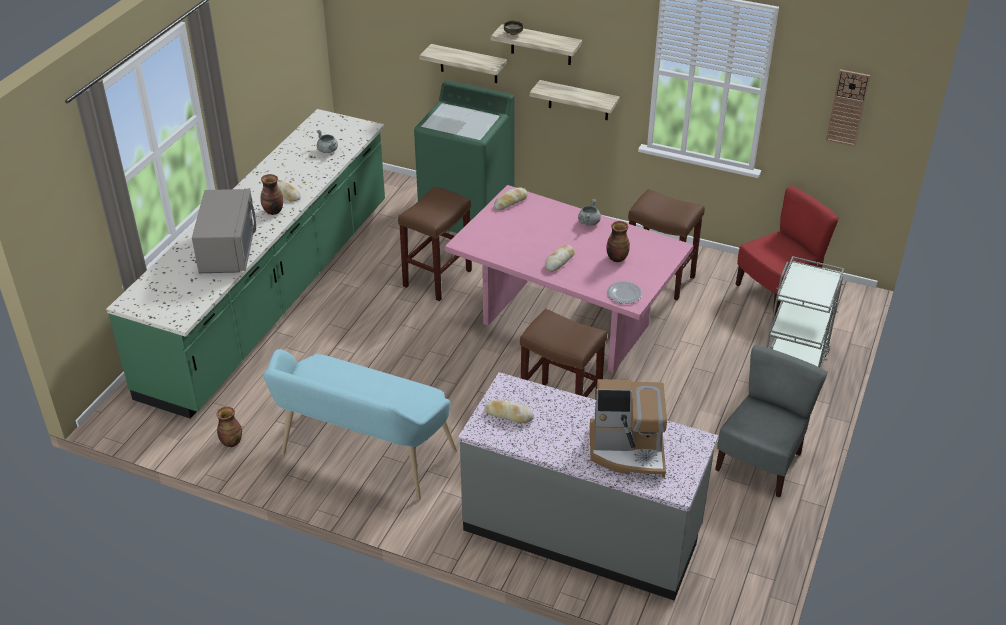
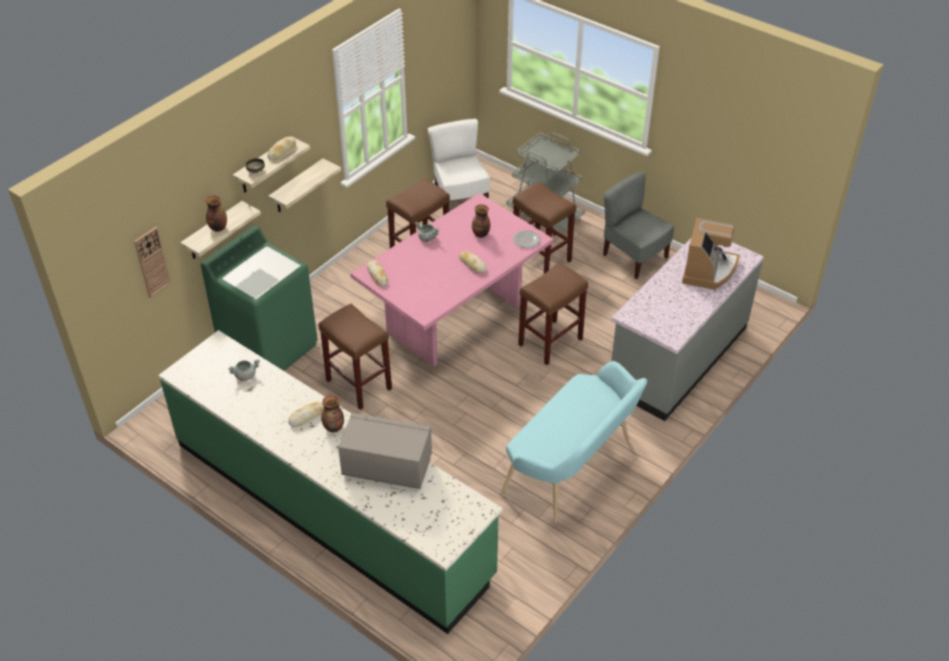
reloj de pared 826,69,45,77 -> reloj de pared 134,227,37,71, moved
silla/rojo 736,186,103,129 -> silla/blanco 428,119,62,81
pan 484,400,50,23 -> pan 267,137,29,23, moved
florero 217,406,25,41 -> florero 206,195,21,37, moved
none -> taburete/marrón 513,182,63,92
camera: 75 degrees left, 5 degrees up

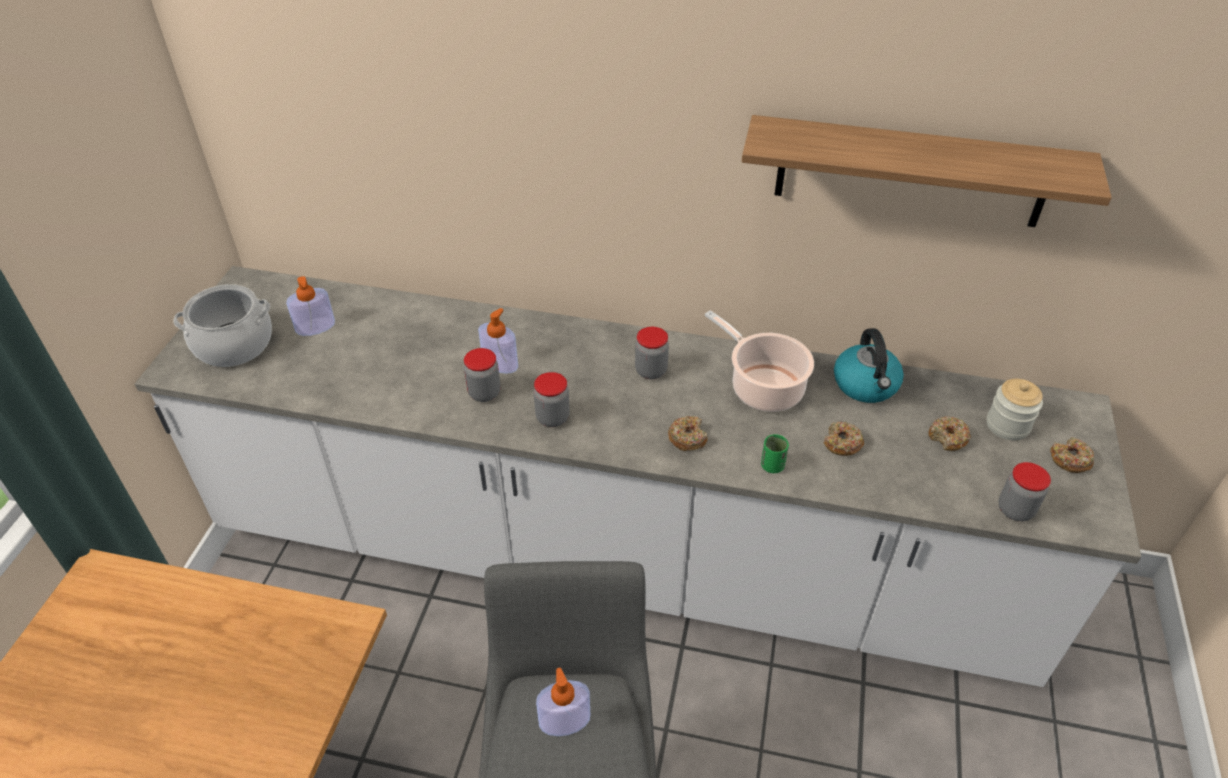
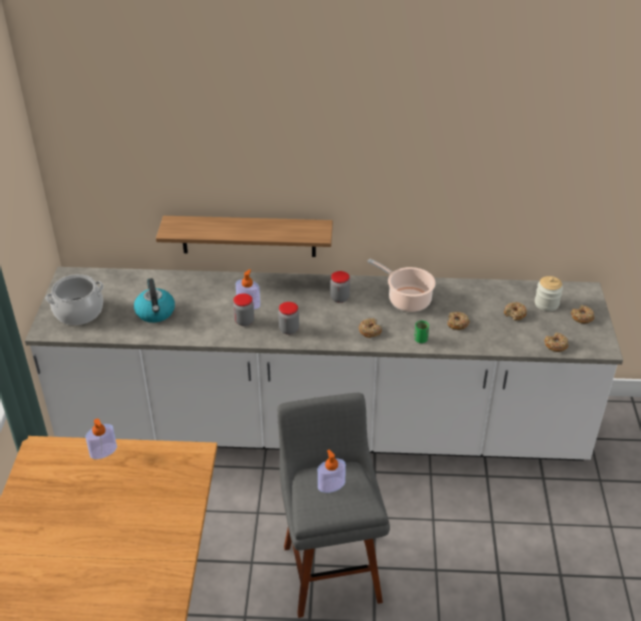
estante 742,115,370,112 -> estante 156,216,177,41, moved
dispensador de jabón 286,276,49,60 -> dispensador de jabón 85,419,32,40, moved
hervidor 834,328,70,75 -> hervidor 134,278,41,45, moved
tarro 999,462,52,59 -> rosquilla 544,332,24,20
camera: 10 degrees left, 5 degrees down

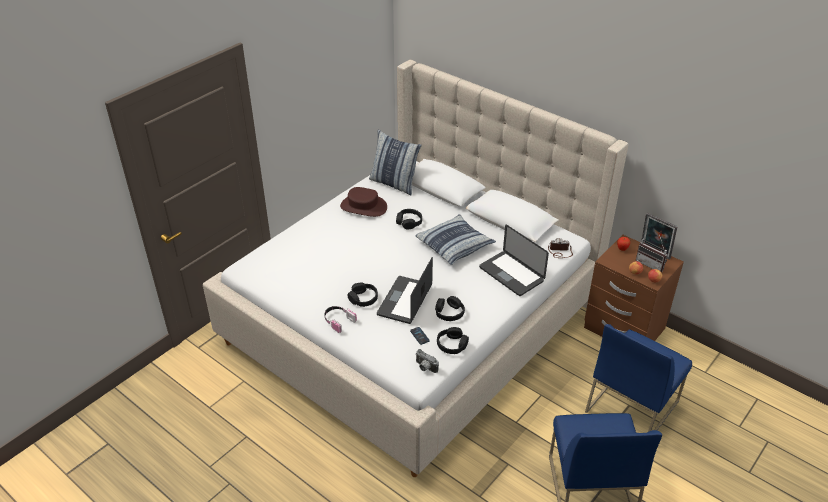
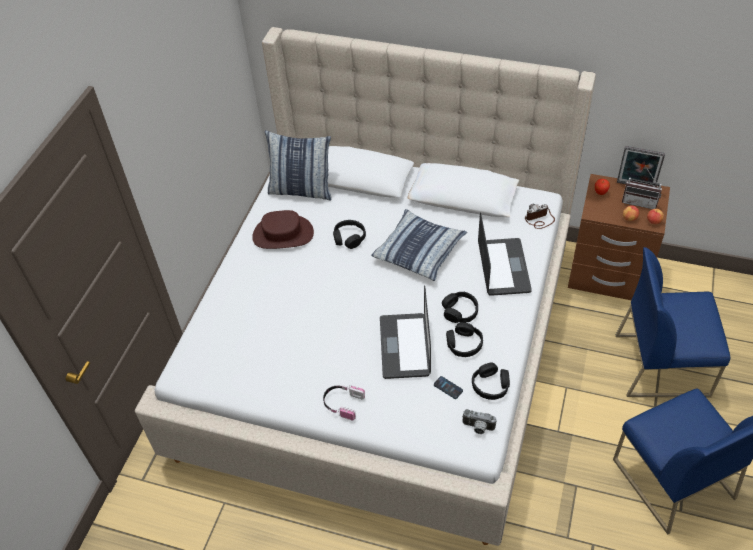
portátil 479,225,70,71 -> portátil 478,212,54,84, 120 degrees counterclockwise
auriculares/negro 347,283,31,24 -> auriculares/negro 442,292,36,31, moved
silla/azul 585,324,107,108 -> silla/azul 616,247,114,150, 75 degrees clockwise
camera: 20 degrees left, 10 degrees up

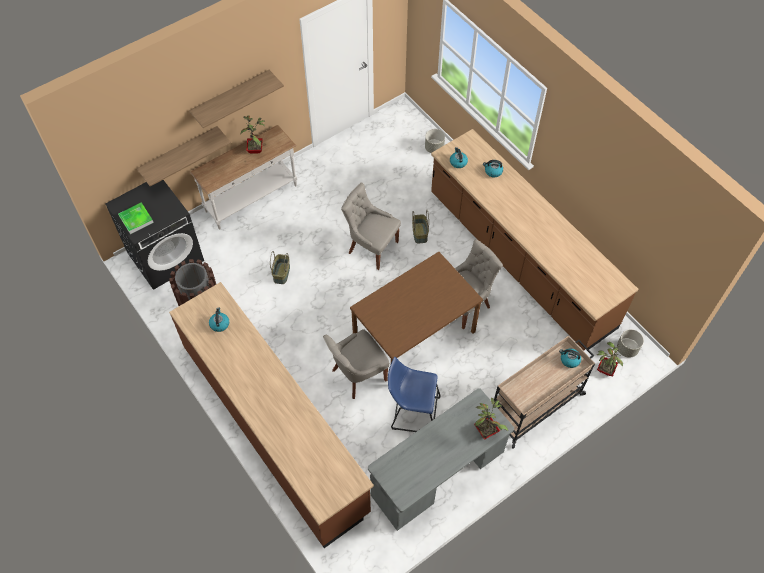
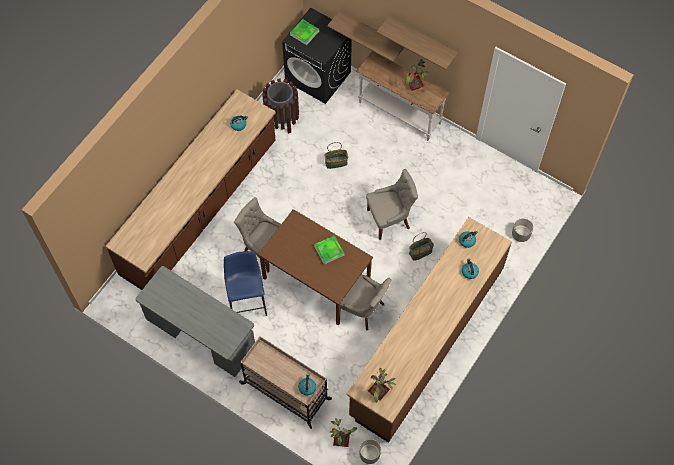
silla/gris 341,183,60,87 -> silla/gris 366,169,52,71, 60 degrees clockwise
planta en maceta 474,398,34,42 -> planta en maceta 368,368,28,35, moved
none -> bandeja 314,235,30,30
camera: 70 degrees right, 5 degrees up

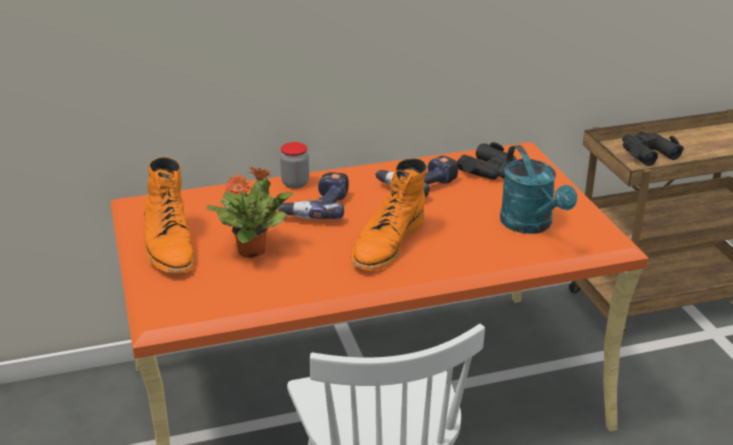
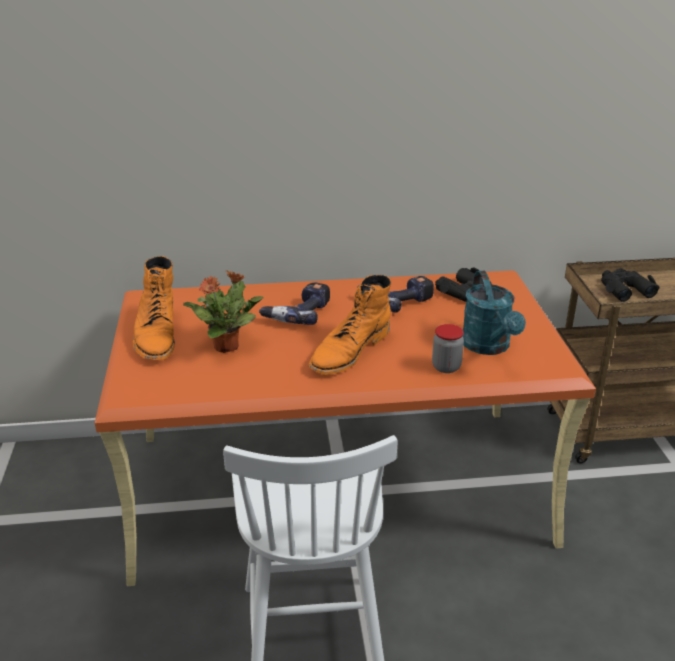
tarro 280,142,29,47 -> tarro 432,324,32,49, moved
camera: 10 degrees right, 0 degrees up

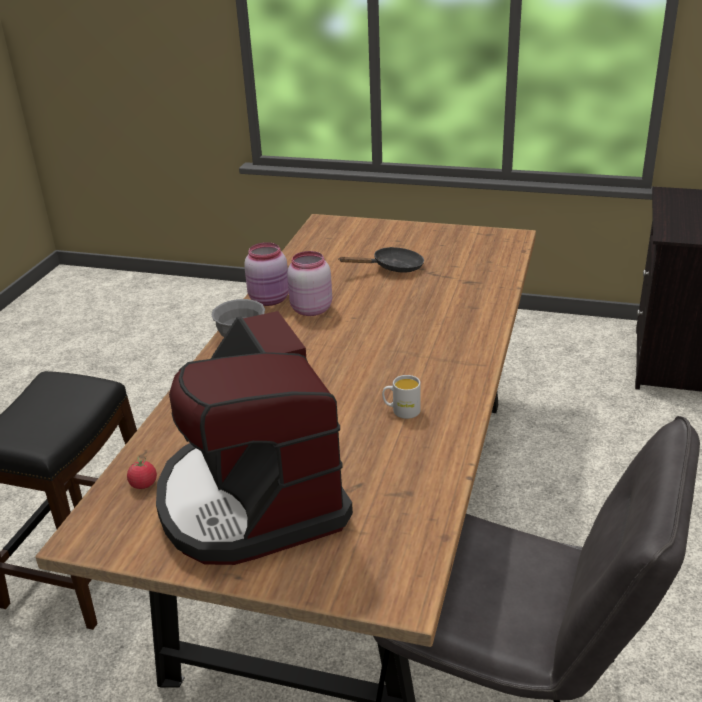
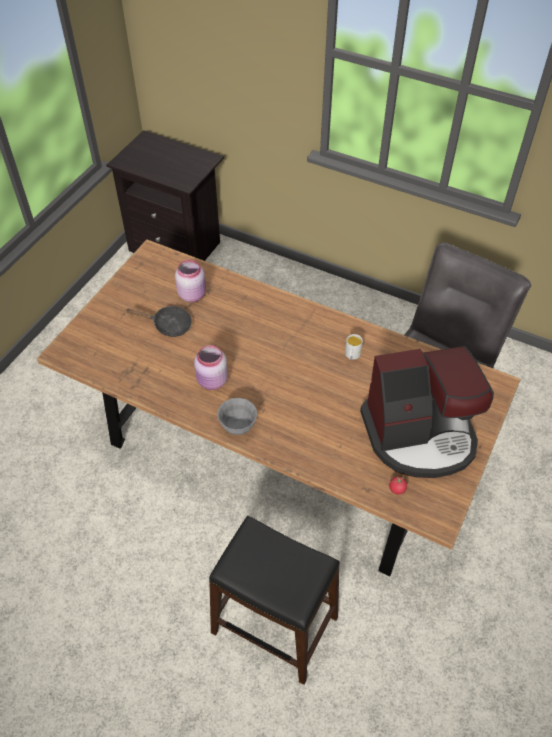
tarro/rosa 244,242,45,64 -> tarro/rosa 175,260,31,42, moved
sartén/negro 338,247,86,25 -> sartén/negro 127,306,65,31, 105 degrees clockwise
camera: 80 degrees left, 20 degrees up

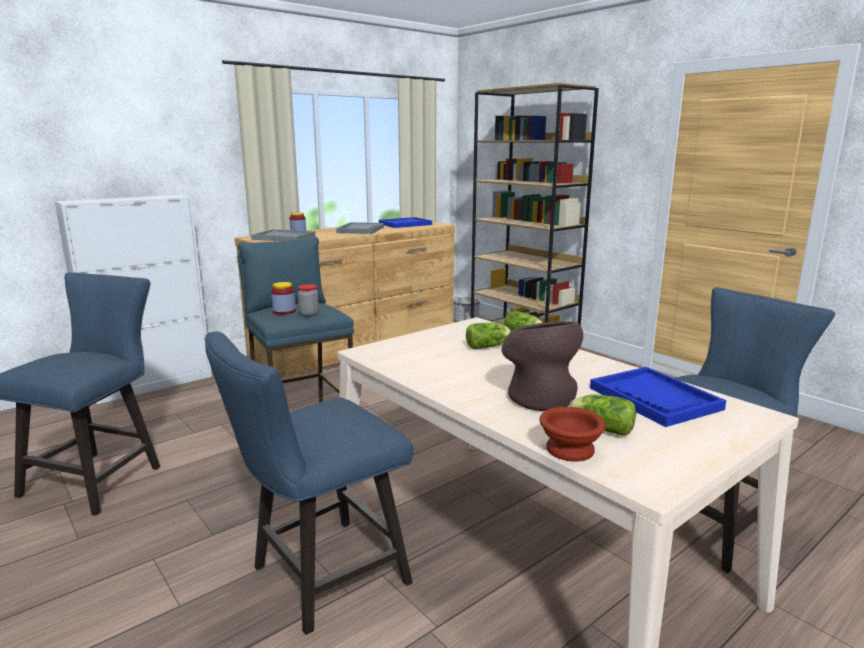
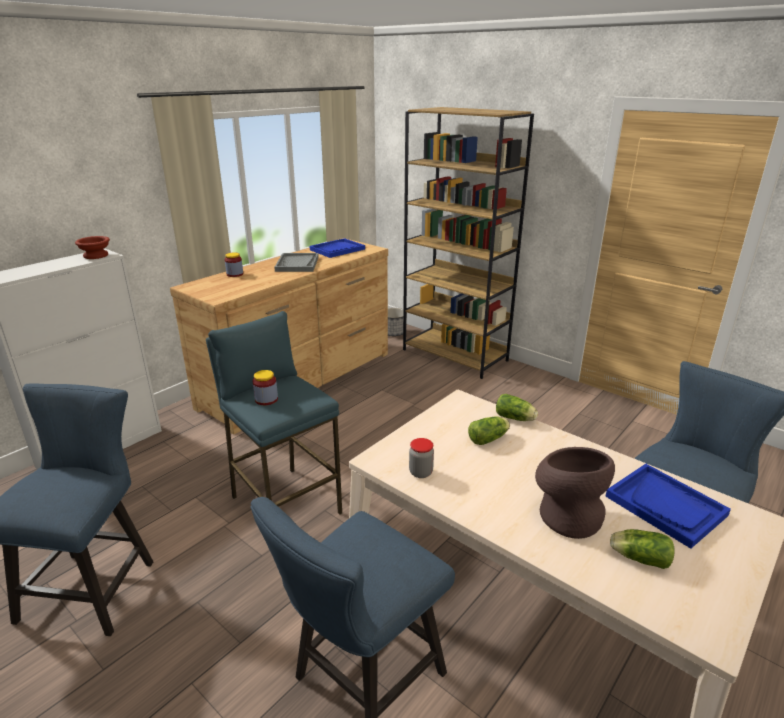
bandeja/gris 251,229,64,12 -> none
tarro 297,284,22,32 -> tarro 409,438,25,40, moved
cuenco/marrón 539,407,67,55 -> cuenco/marrón 75,236,35,23, moved
camera: 10 degrees left, 10 degrees up

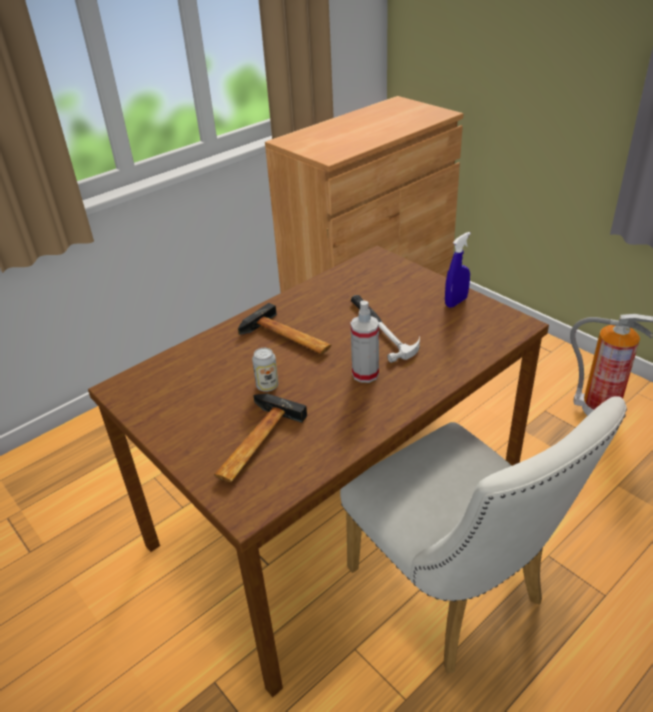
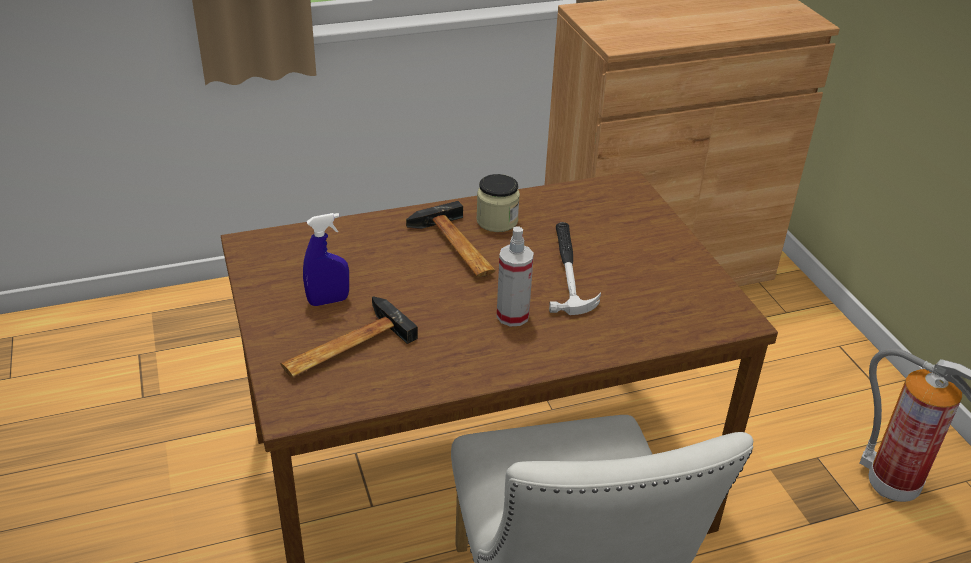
pulverizador/azul 445,232,26,76 -> pulverizador/azul 303,213,46,93, moved
lata 252,348,26,44 -> none
none -> tarro 476,174,44,58
camera: 20 degrees right, 0 degrees up

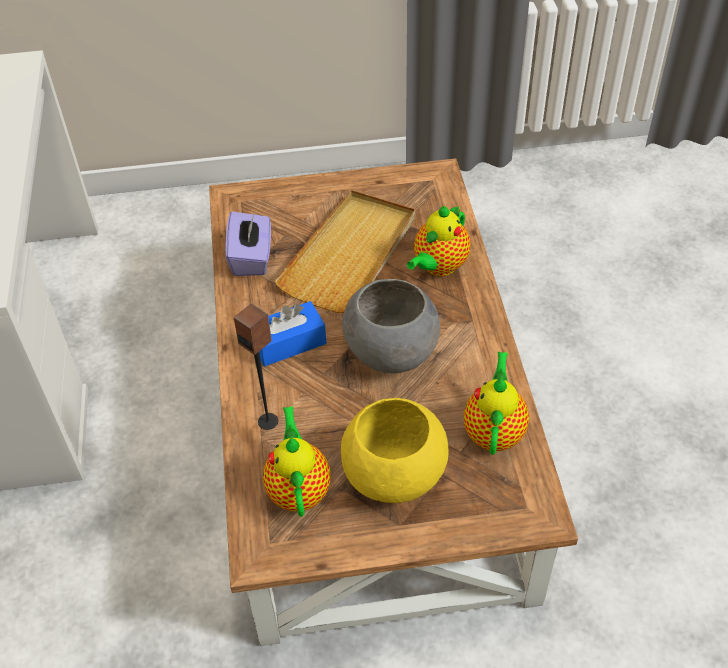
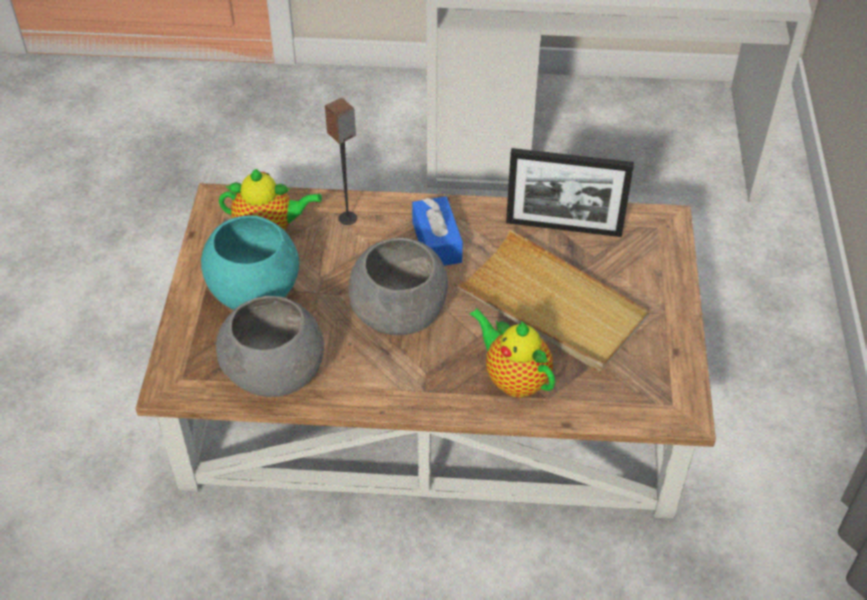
caja de pañuelos/morado 225,212,46,64 -> portarretratos 506,148,128,89
tetera 463,352,66,103 -> cuenco/gris 216,296,108,101
cuenco/amarillo 341,398,108,105 -> cuenco/turquesa 201,216,98,94
camera: 100 degrees right, 0 degrees up

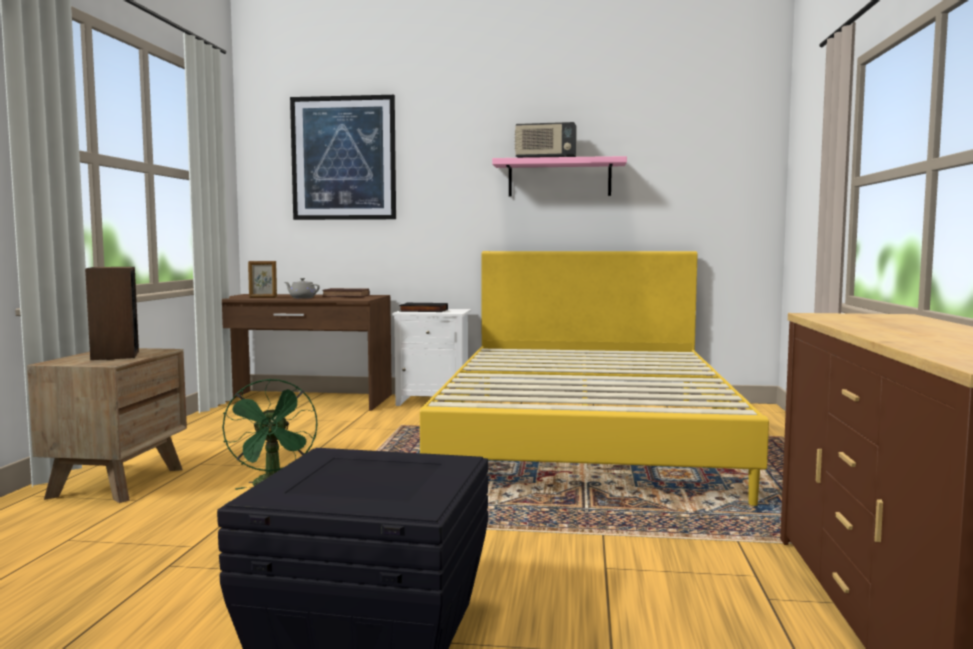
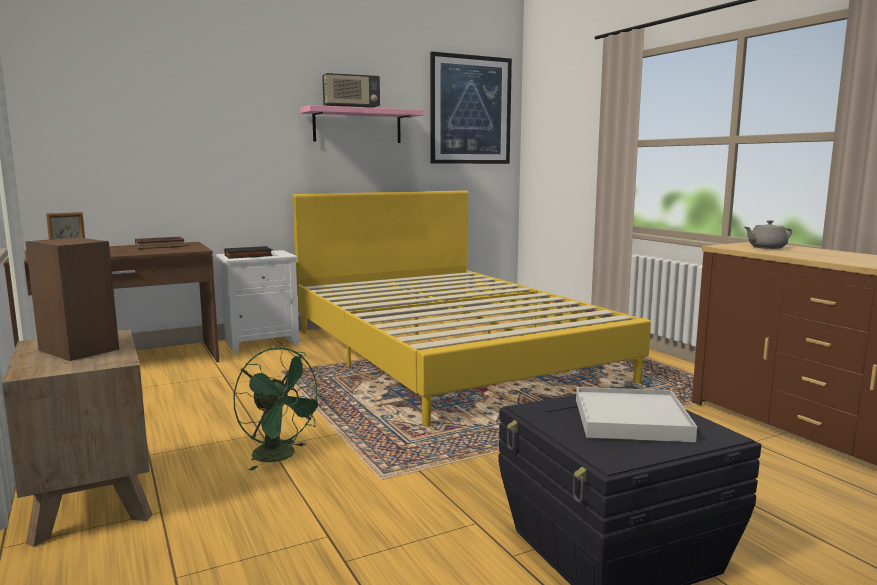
cuadro 290,95,106,125 -> cuadro 430,52,82,112, moved
tetera/gris 285,278,35,21 -> tetera/gris 744,220,48,29, moved
none -> bandeja/blanco 576,387,121,55
camera: 35 degrees left, 5 degrees up

